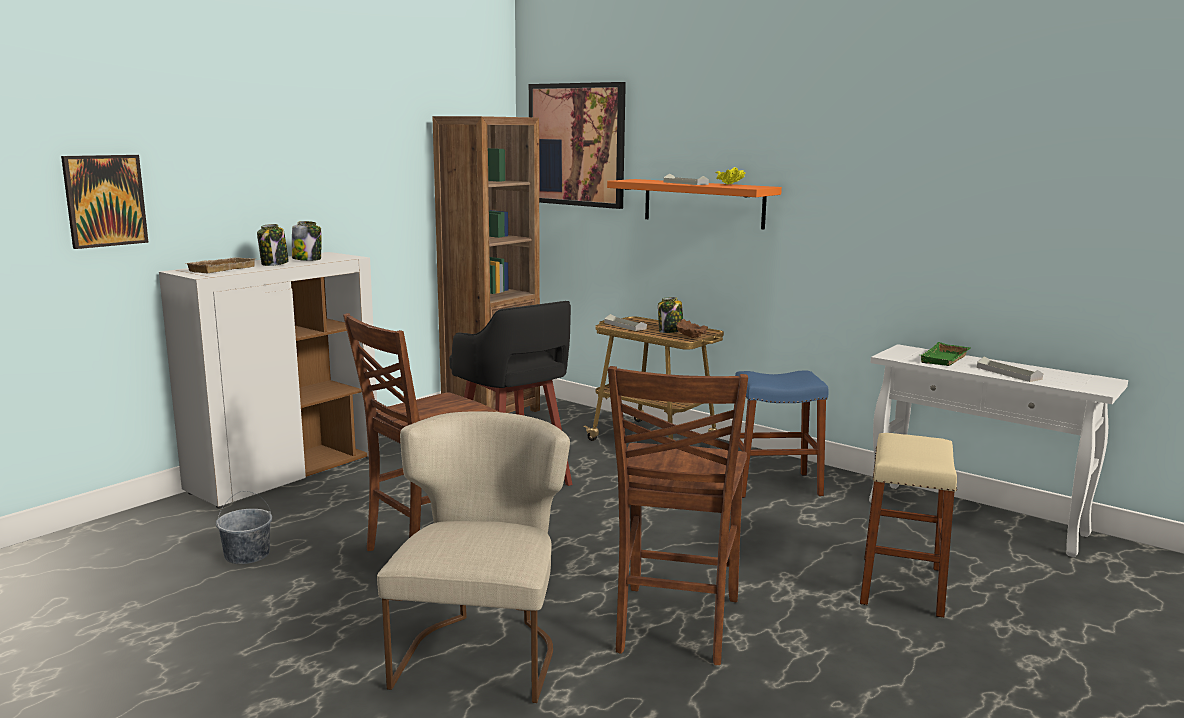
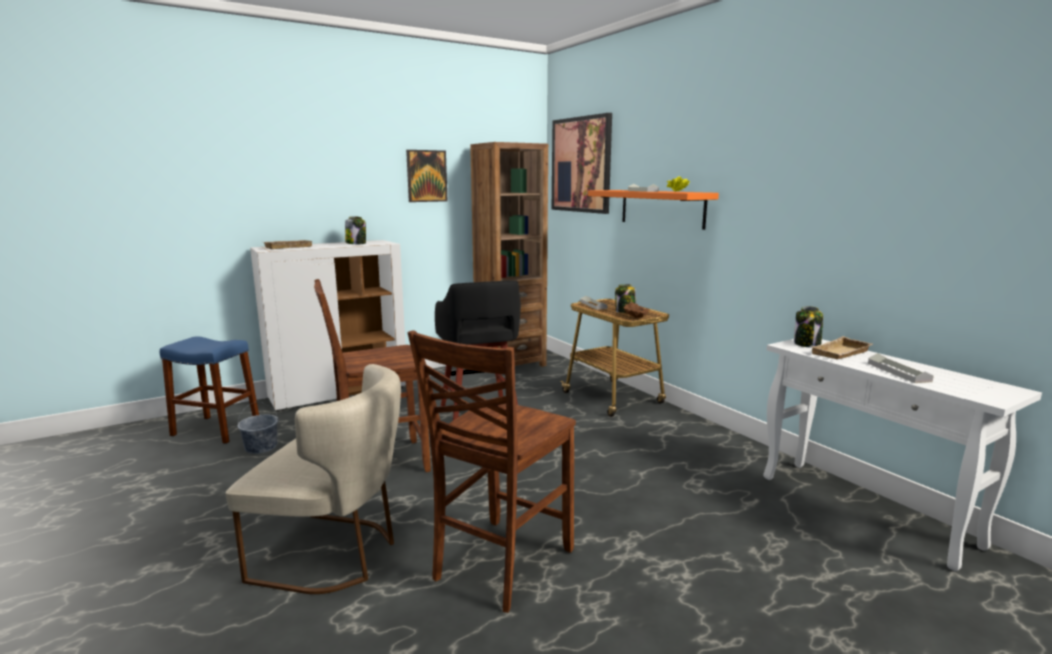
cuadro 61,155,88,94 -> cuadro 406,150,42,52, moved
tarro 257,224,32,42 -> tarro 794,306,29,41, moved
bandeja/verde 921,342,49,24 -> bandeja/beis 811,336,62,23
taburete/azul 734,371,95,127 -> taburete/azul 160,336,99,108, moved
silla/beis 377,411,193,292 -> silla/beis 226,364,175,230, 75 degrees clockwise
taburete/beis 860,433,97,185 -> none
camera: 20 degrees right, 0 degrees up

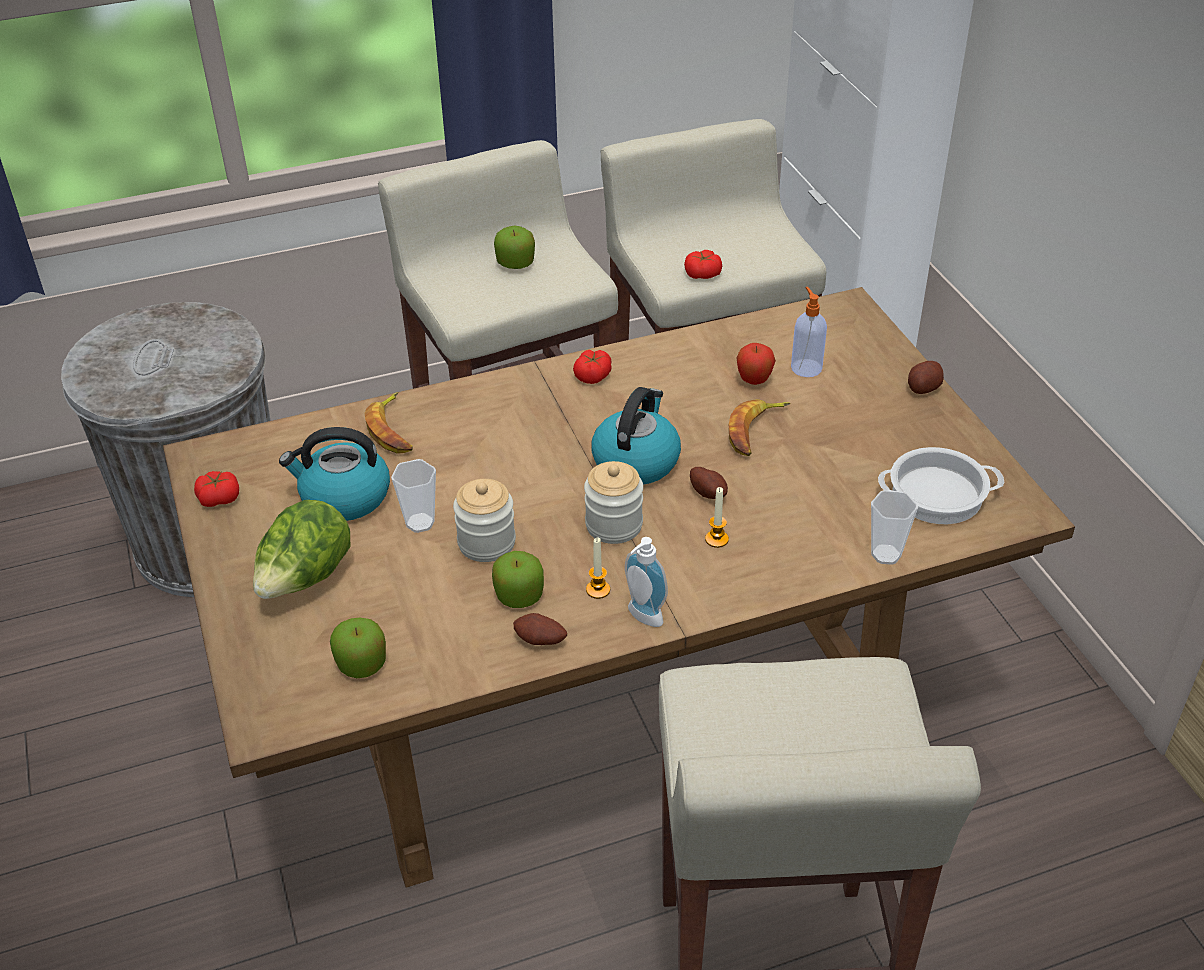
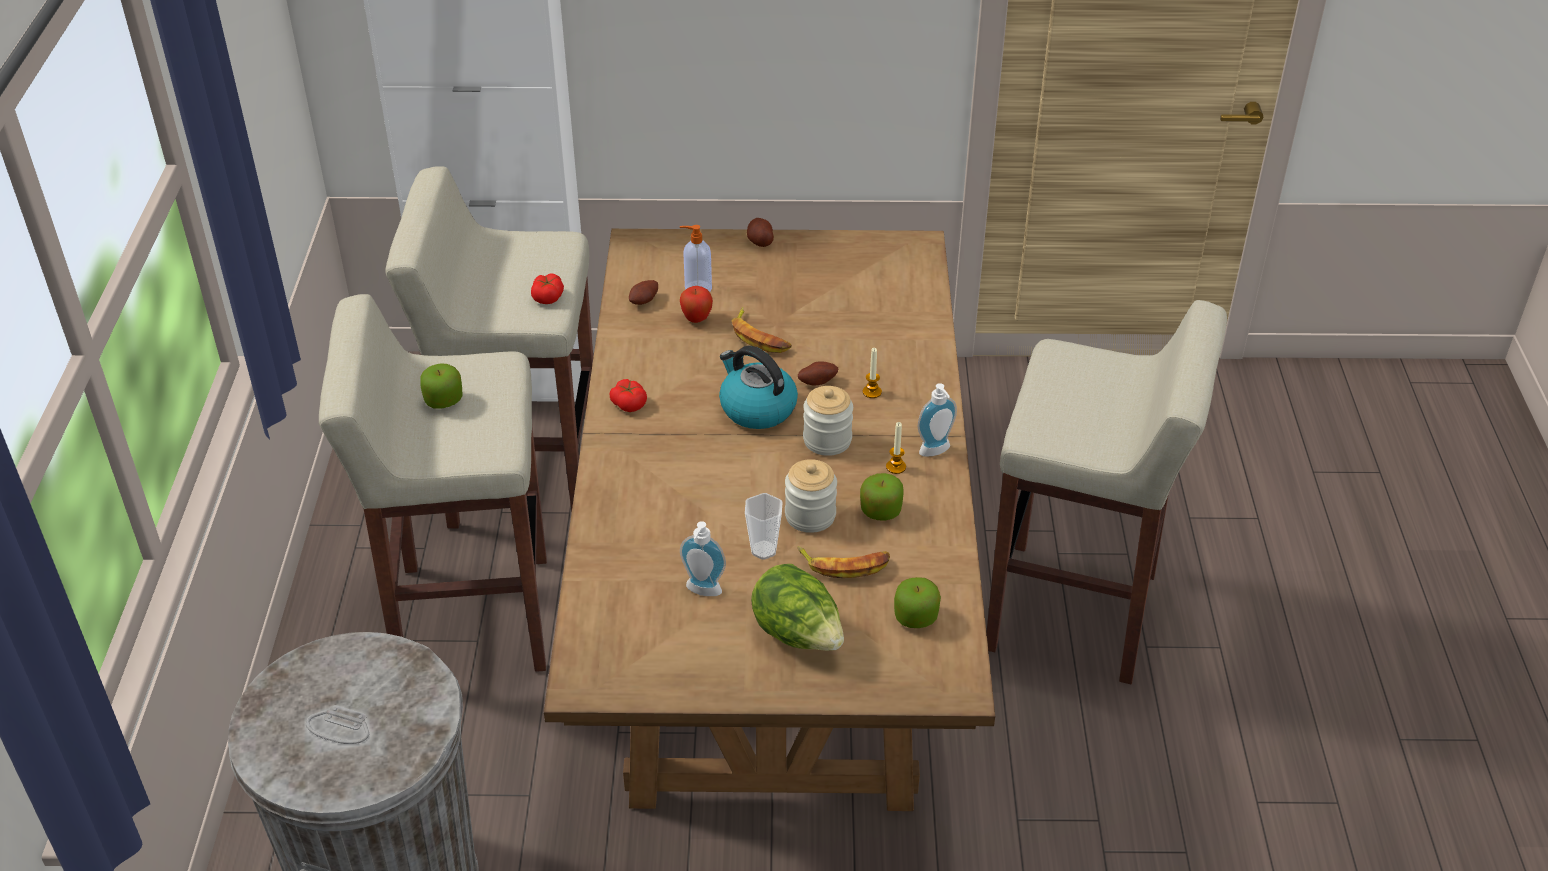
plátano 365,392,48,62 -> plátano 797,546,93,32, moved
hervidor 279,427,111,94 -> dispensador de jabón 680,521,46,75
olla 878,447,126,77 -> none
tomate 194,471,45,36 -> none
taza 871,490,47,75 -> none
patata 513,613,54,32 -> patata 629,280,29,25, moved
camera: 70 degrees left, 0 degrees up

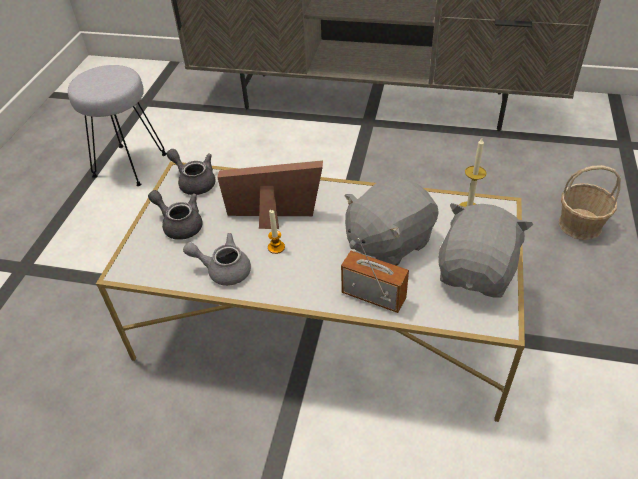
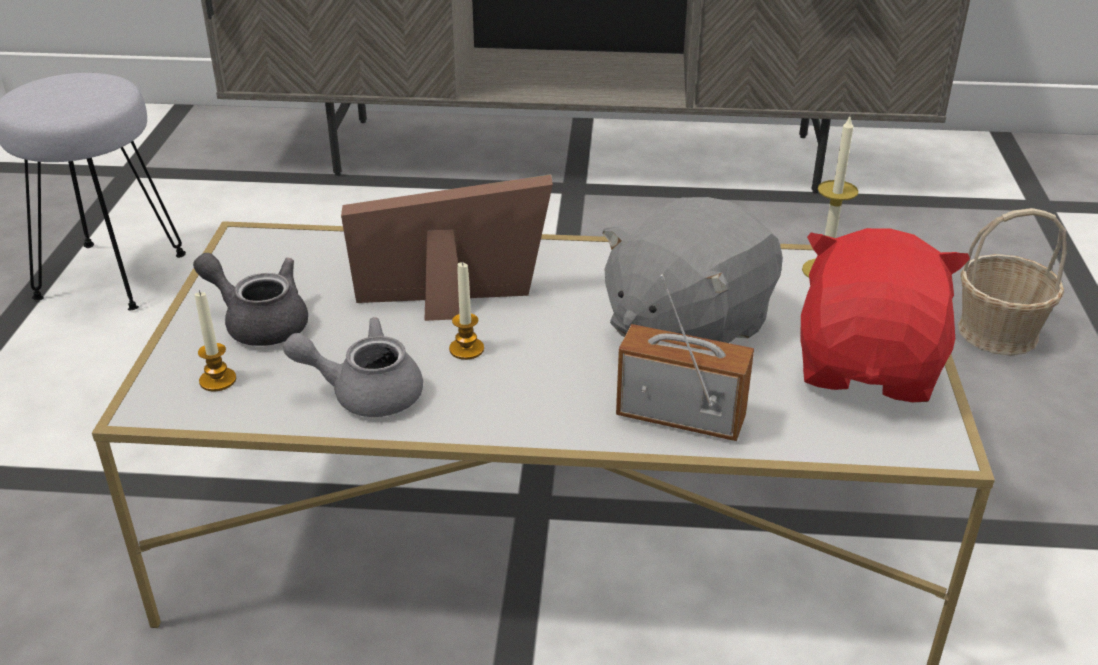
tetera/gris 167,149,49,46 -> none
peluche/gris 438,203,95,95 -> peluche/rojo 801,228,169,174
none -> vela 195,290,41,101
camera: 10 degrees left, 10 degrees down

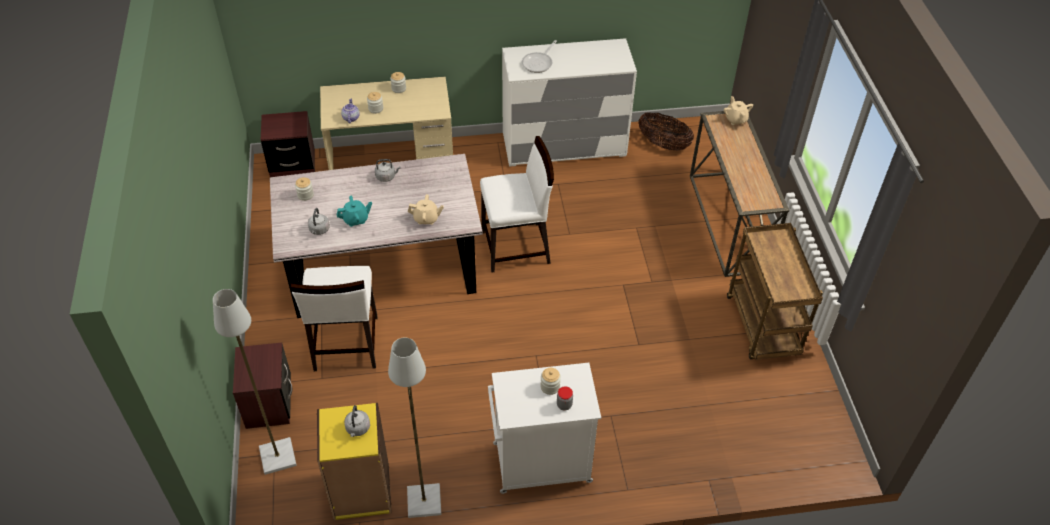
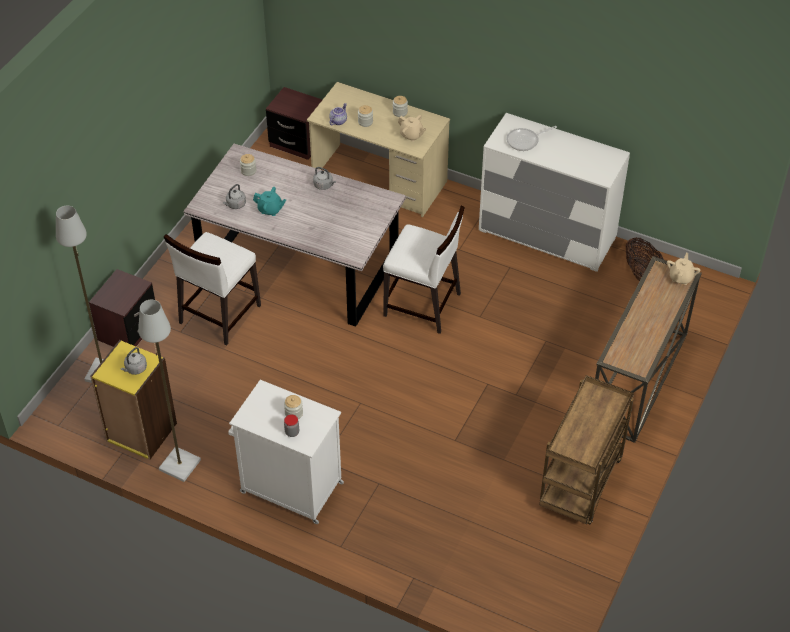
tetera/beis 408,194,36,31 -> tetera/beis 398,115,28,27, moved
camera: 35 degrees right, 0 degrees up

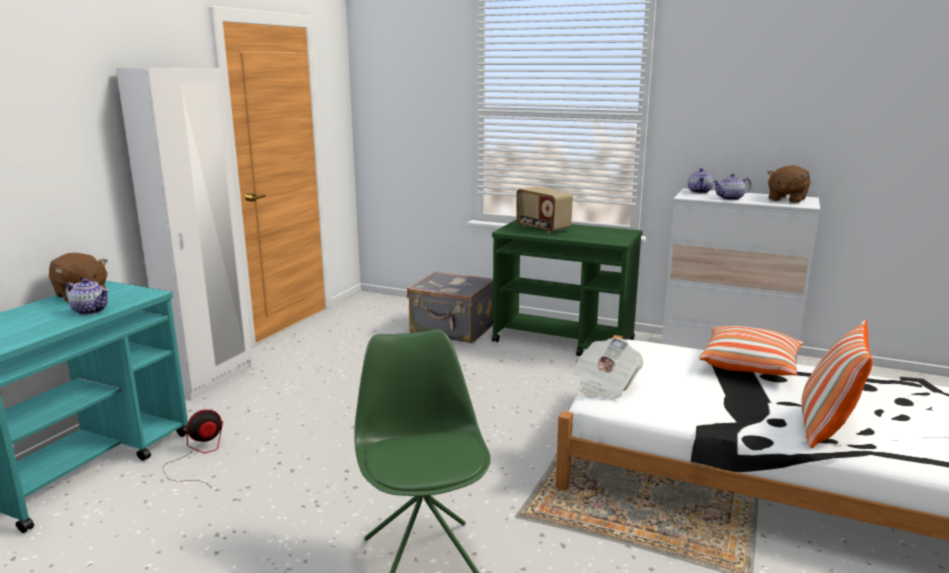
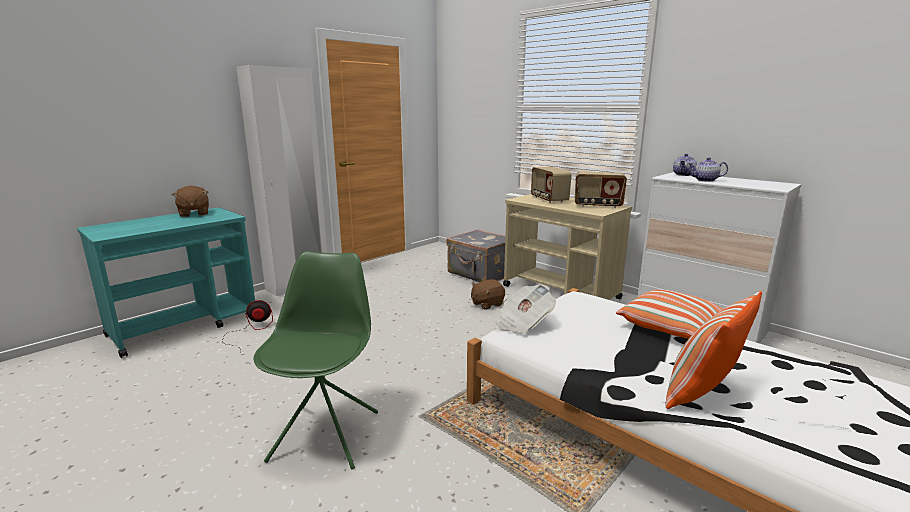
peluche/marrón 767,165,43,38 -> peluche/marrón 471,279,34,31, moved
carrito/verde 492,219,151,137 -> carrito/beis 503,194,129,106
tetera 64,278,45,37 -> none
none -> radio 575,171,52,37
camera: 20 degrees right, 0 degrees up

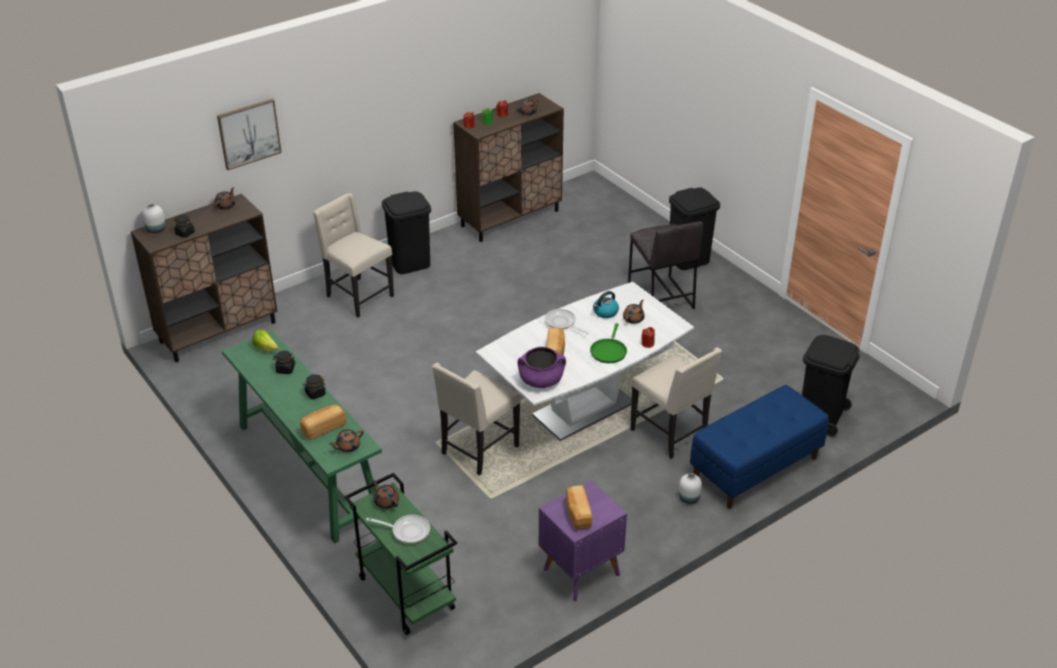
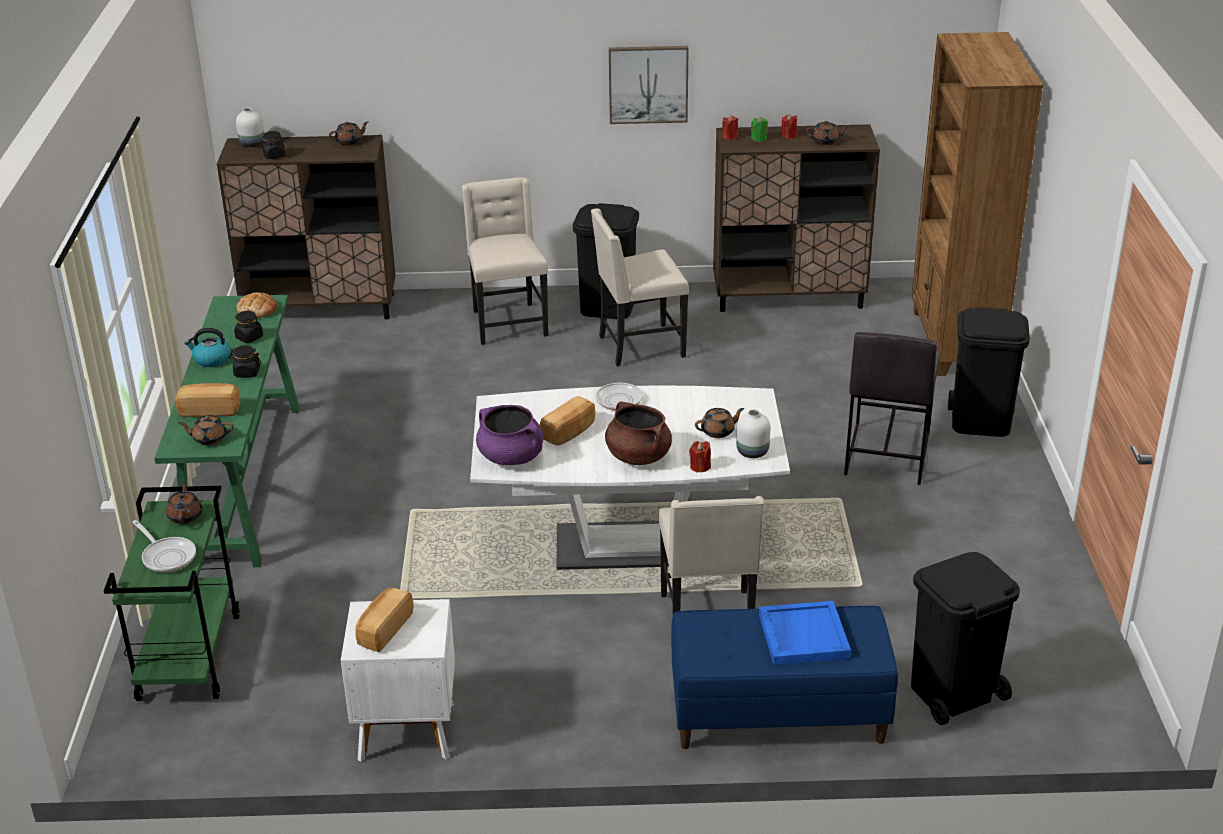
cuadro 217,99,65,71 -> cuadro 609,46,80,78, moved
hervidor 593,291,26,27 -> hervidor 185,328,45,39, moved
sartén/verde 590,323,37,40 -> olla/marrón 605,401,67,64
lechuga 252,329,27,22 -> pan 237,292,40,26
silla/beis 432,363,89,113 -> silla/beis 591,208,98,159, moved
florero/blanco 679,473,23,31 -> florero/blanco 736,409,34,49, moved
mesita de noche/morado 538,480,89,121 -> mesita de noche/blanco 341,599,114,163
none -> estantería/marrón 912,32,131,344
none -> bandeja/azul 759,601,92,64
camera: 35 degrees right, 5 degrees down

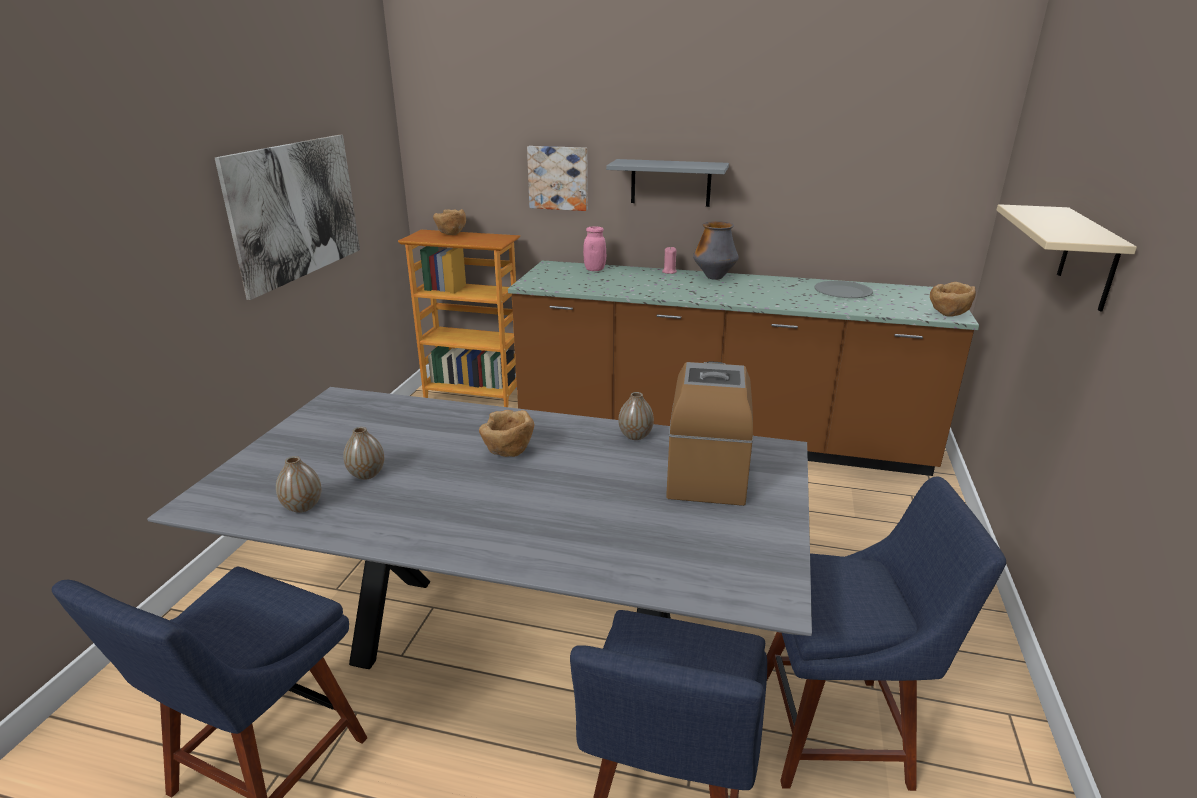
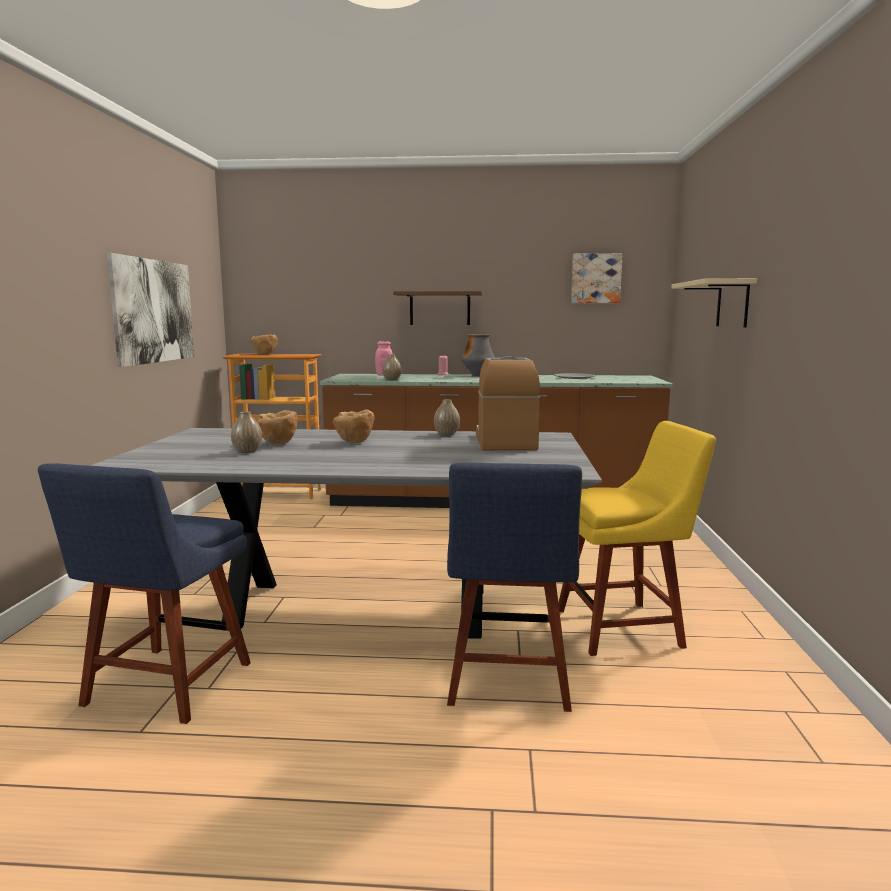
cuadro 527,146,61,65 -> cuadro 571,253,51,50, moved
estante/gris 606,159,123,48 -> estante/marrón 393,291,89,34
cuenco/marrón 930,282,46,35 -> cuenco/marrón 257,410,40,34, moved
florero 276,456,45,57 -> florero 382,354,19,26, moved
silla/azul 767,477,239,314 -> silla/amarillo 558,421,158,235
camera: 10 degrees left, 15 degrees down

